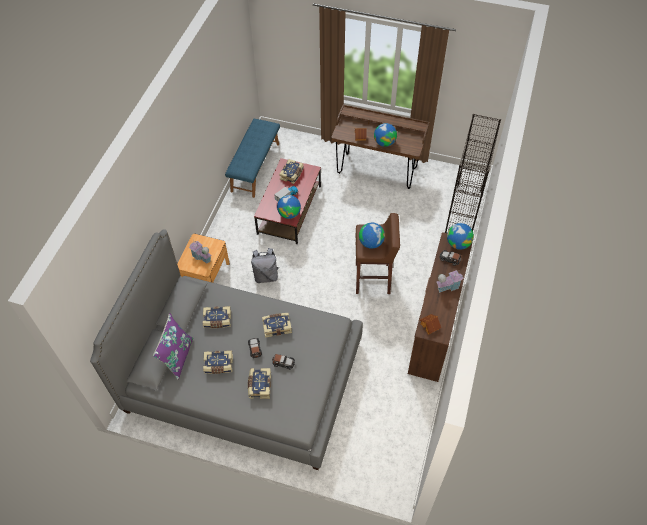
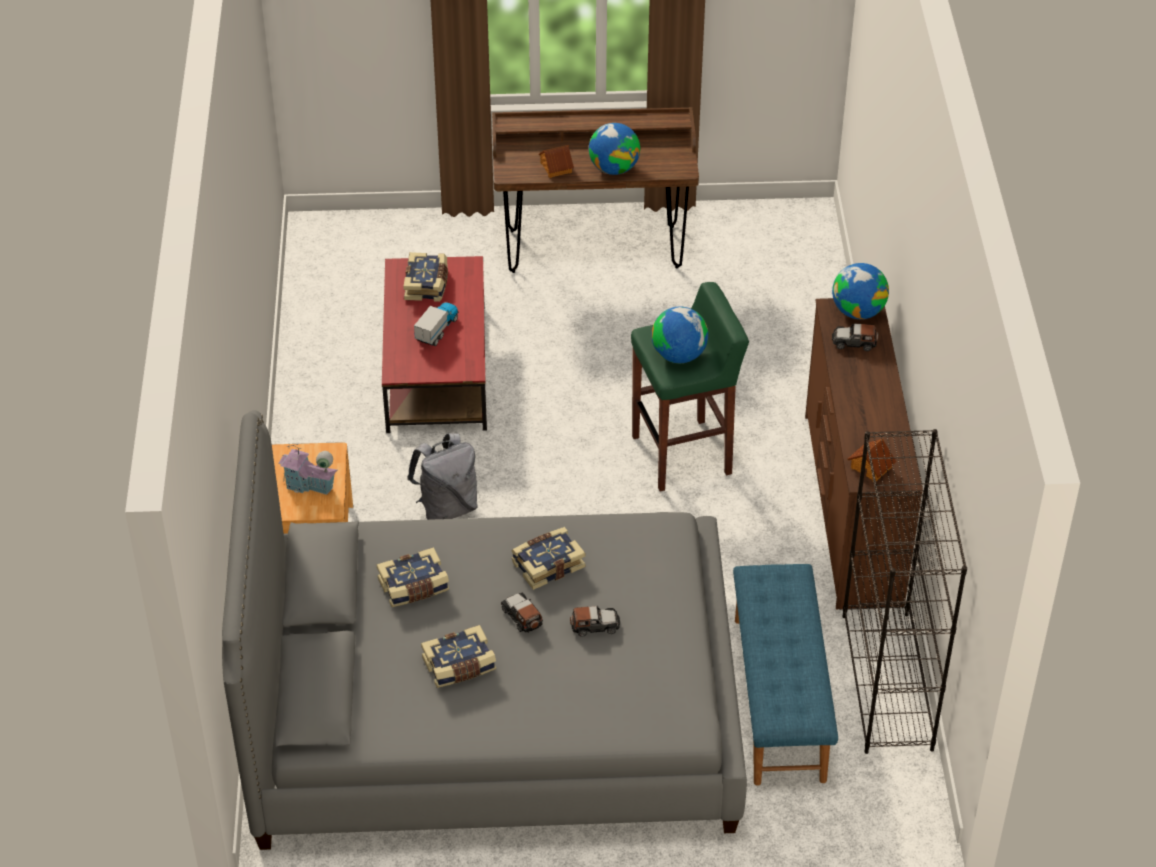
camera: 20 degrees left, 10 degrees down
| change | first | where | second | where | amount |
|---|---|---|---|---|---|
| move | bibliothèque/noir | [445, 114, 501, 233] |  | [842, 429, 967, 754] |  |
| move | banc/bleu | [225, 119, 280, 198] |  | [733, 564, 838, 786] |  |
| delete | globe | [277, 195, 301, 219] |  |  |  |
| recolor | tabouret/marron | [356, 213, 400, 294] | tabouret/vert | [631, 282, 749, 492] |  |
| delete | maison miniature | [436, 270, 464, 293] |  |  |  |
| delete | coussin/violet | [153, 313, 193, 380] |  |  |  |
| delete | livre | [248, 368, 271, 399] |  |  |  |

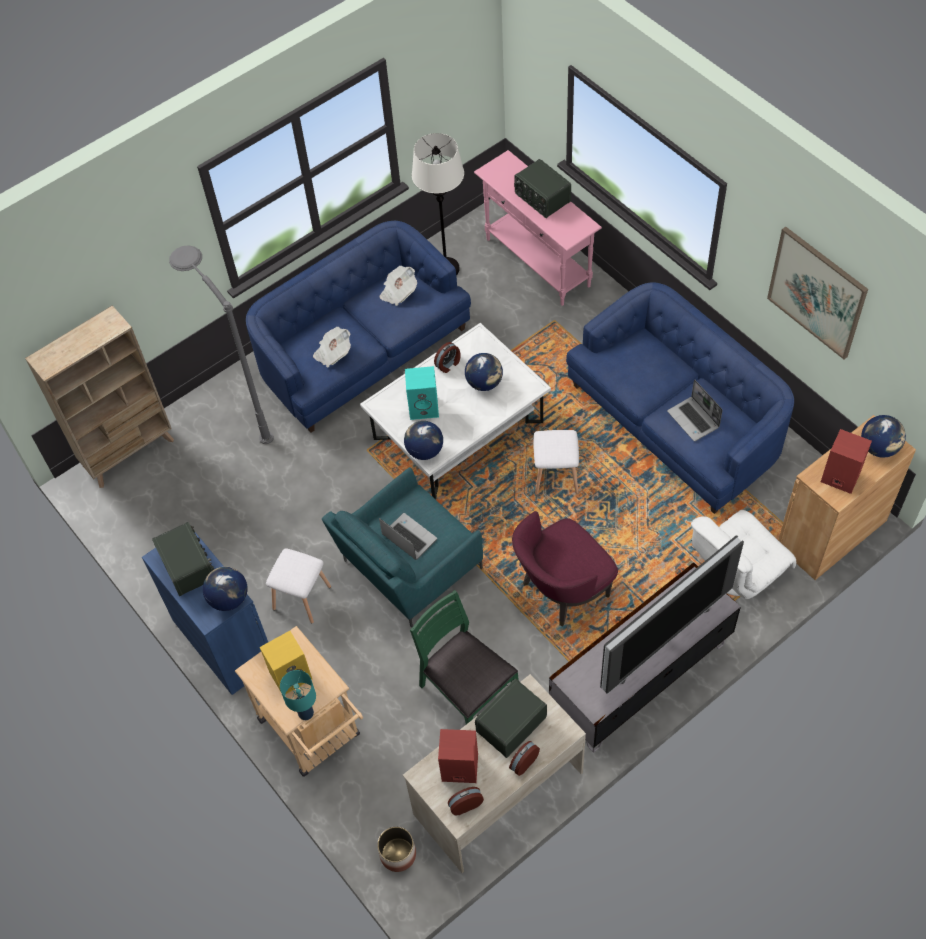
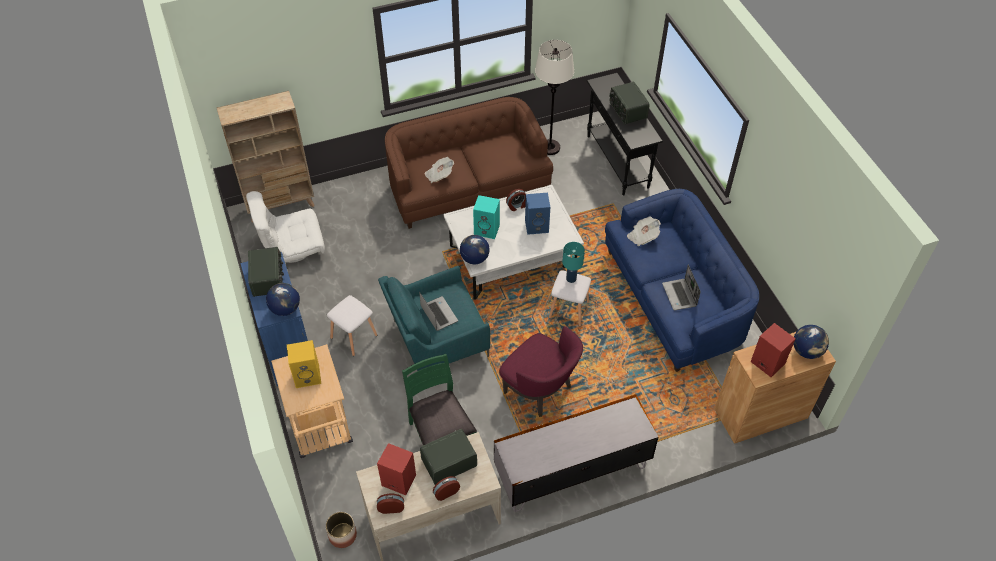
camera: 15 degrees right, 5 degrees down
| change | first | where | second | where | amount |
|---|---|---|---|---|---|
| recolor | table console/rose | [474, 150, 602, 306] | table console/noir | [587, 73, 663, 196] |  |
| recolor | canapé/bleu | [246, 221, 471, 433] | canapé/marron | [385, 97, 553, 229] |  |
| delete | tableau | [767, 227, 868, 359] |  |  |  |
| delete | lampadaire/gris | [169, 245, 274, 444] |  |  |  |
| move | journal | [379, 266, 417, 306] |  | [627, 217, 661, 246] |  |
| replace | globe | [465, 353, 503, 391] | enceinte/bleu | [525, 193, 550, 235] |  |
| move | fauteuil/blanc | [691, 510, 796, 599] |  | [246, 191, 325, 263] |  |
| rotate | fauteuil/violet | [512, 511, 618, 626] |  | [499, 326, 583, 417] | 120 degrees counterclockwise |
| delete | téléviseur | [600, 535, 744, 694] |  |  |  |
| move | lampe de table/turquoise | [280, 670, 316, 720] |  | [562, 242, 585, 283] |  |

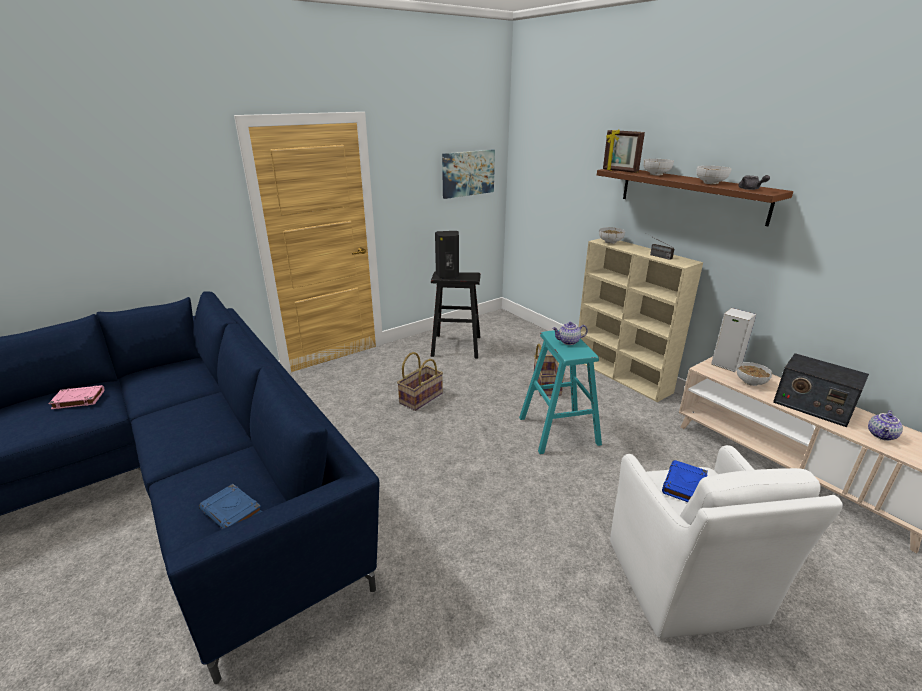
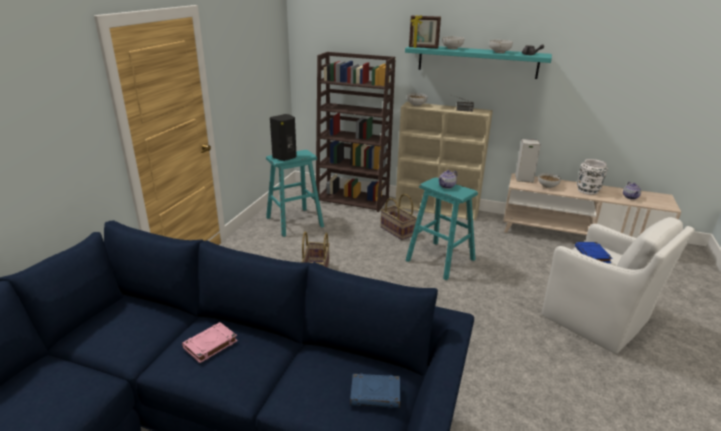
camera: 35 degrees left, 0 degrees up
| change | first | where | second | where | amount |
|---|---|---|---|---|---|
| delete | tableau | [442, 149, 495, 199] |  |  |  |
| recolor | étagère/marron | [597, 169, 793, 226] | étagère/turquoise | [405, 46, 552, 79] |  |
| recolor | tabouret/noir | [431, 272, 481, 358] | tabouret/turquoise | [266, 150, 324, 237] |  |
| replace | radio | [773, 353, 869, 427] | vase/blanc | [577, 159, 608, 195] |  |
| move | livre/rose | [48, 385, 105, 409] |  | [182, 322, 238, 363] |  |
| insert |  |  | bibliothèque/marron | [316, 52, 396, 212] |  |

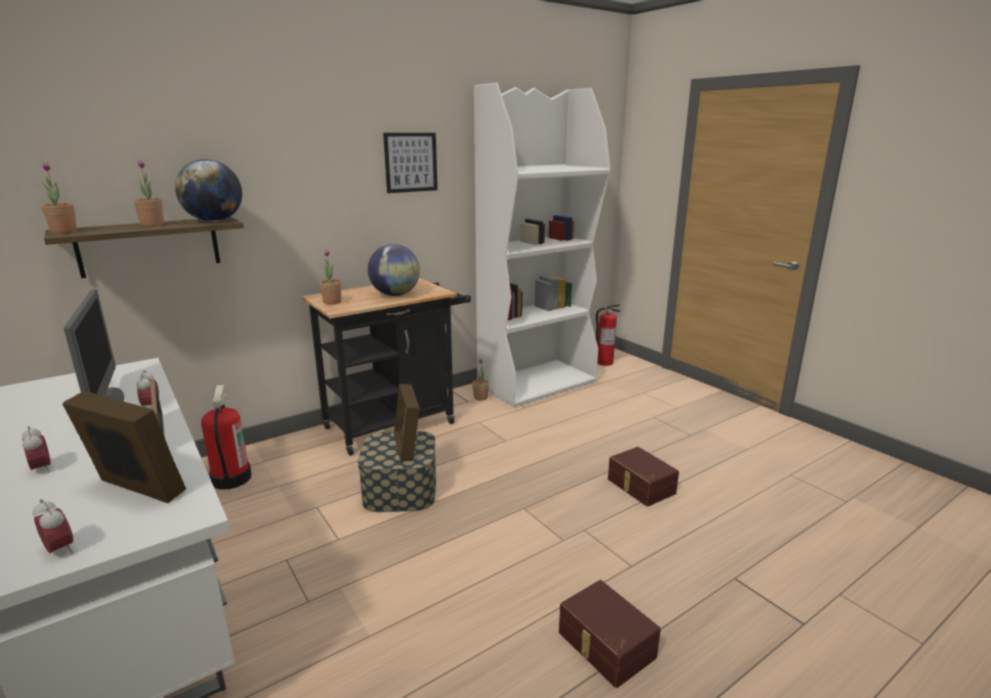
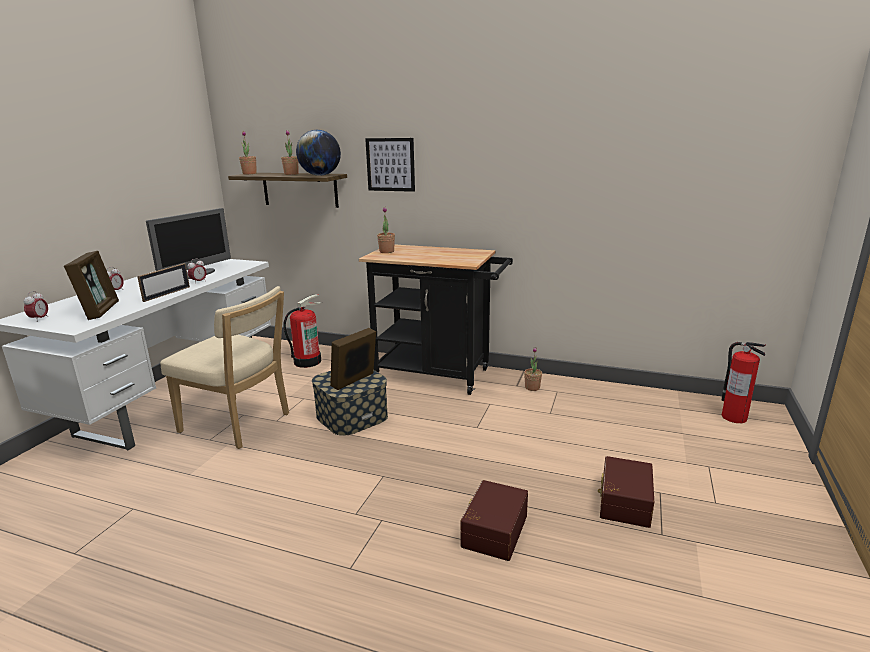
camera: 55 degrees right, 0 degrees up
| change | first | where | second | where | amount |
|---|---|---|---|---|---|
| delete | bibliothèque/blanc | [474, 83, 610, 407] |  |  |  |
| move | tableau | [383, 133, 438, 193] |  | [365, 138, 415, 192] |  |
| delete | globe | [368, 244, 420, 296] |  |  |  |
| move | boîte de rangement/marron | [559, 580, 661, 688] |  | [598, 456, 654, 528] |  |
| insert |  |  | chaise/beige | [160, 286, 289, 449] |  |

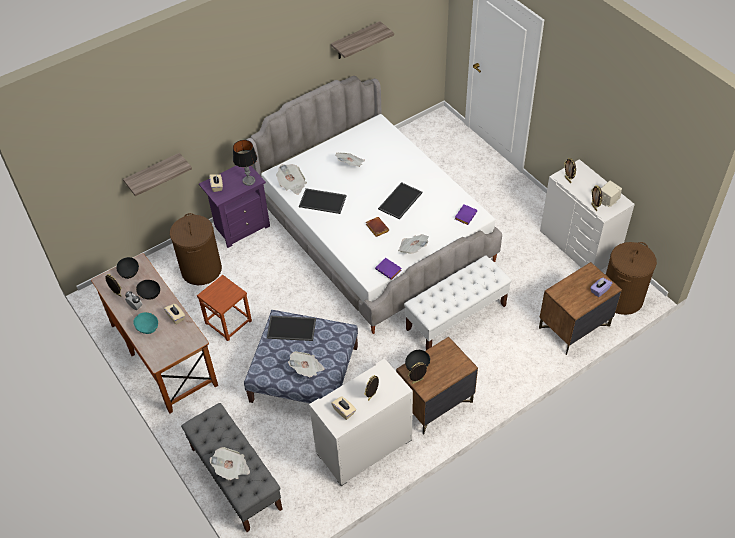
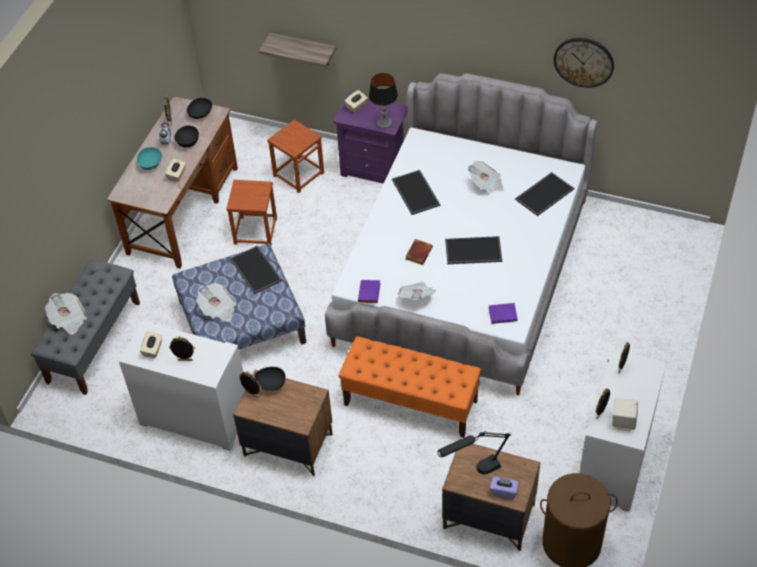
camera: 55 degrees right, 0 degrees up
| change | first | where | second | where | amount |
|---|---|---|---|---|---|
| replace | étagère | [331, 21, 394, 59] | horloge murale | [554, 38, 614, 88] |  |
| delete | journal | [276, 164, 307, 195] |  |  |  |
| replace | panier à linge/marron | [170, 213, 222, 285] | tabouret/marron | [267, 119, 324, 193] |  |
| recolor | banc/blanc | [404, 255, 512, 350] | banc/orange | [339, 336, 481, 438] |  |
| insert |  |  | plateau | [515, 172, 574, 216] |  |
| insert |  |  | lampe de table/noir | [437, 431, 511, 474] |  |

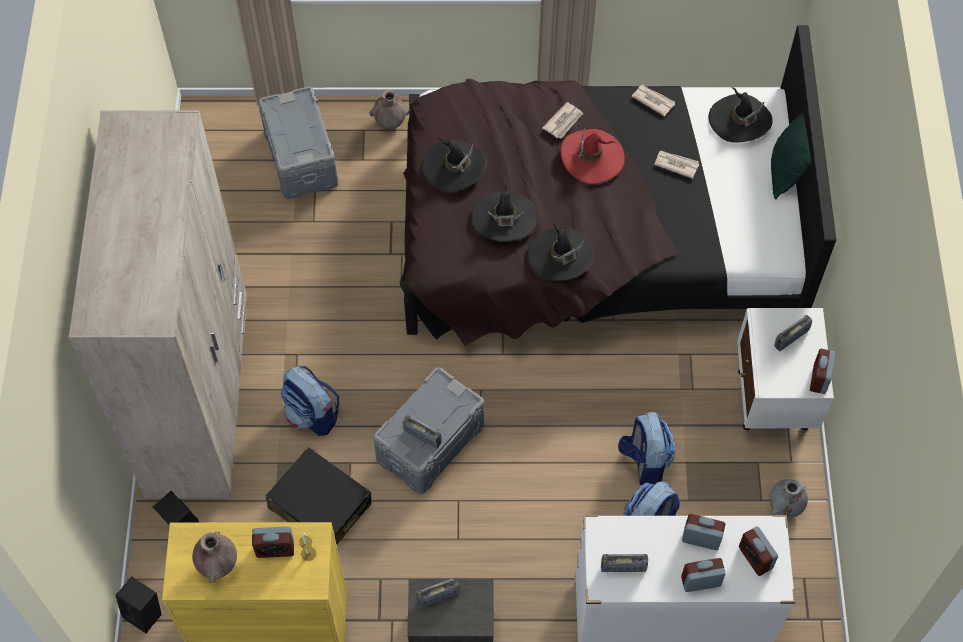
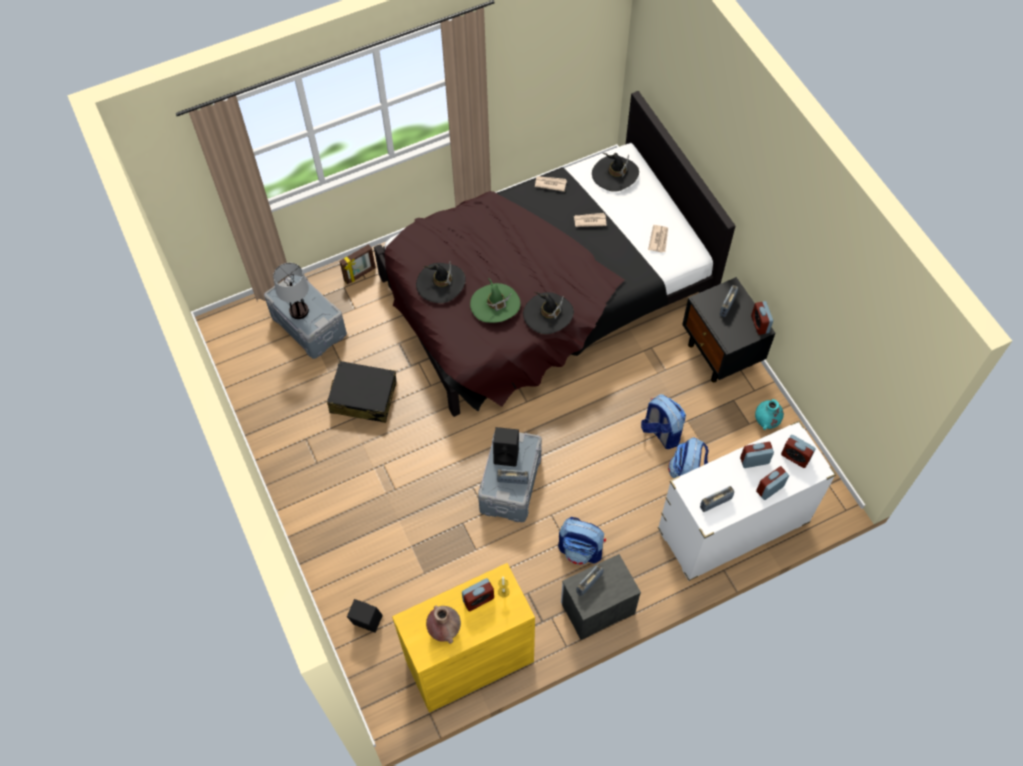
camera: 25 degrees left, 0 degrees up
| change | first | where | second | where | amount |
|---|---|---|---|---|---|
| replace | vase/marron | [369, 90, 409, 129] | cadre photo | [340, 244, 376, 284] |  |
| move | journal | [542, 102, 583, 139] |  | [648, 225, 668, 253] |  |
| delete | armoire/beige | [68, 110, 247, 498] |  |  |  |
| delete | coussin/vert | [771, 113, 812, 199] |  |  |  |
| delete | chapeau/rouge | [560, 128, 625, 184] |  |  |  |
| recolor | chapeau/noir | [471, 184, 537, 242] | chapeau/vert | [470, 278, 521, 323] |  |
| recolor | table de chevet/blanc | [737, 308, 834, 430] | table de chevet/noir | [682, 277, 776, 382] |  |
| move | sac à dos | [281, 366, 339, 436] |  | [558, 517, 606, 565] |  |
| move | valise/noir | [265, 447, 372, 544] |  | [327, 361, 397, 423] |  |
| recolor | vase/gris | [769, 479, 808, 518] | vase/turquoise | [755, 399, 784, 430] |  |
| move | enceinte/noir | [115, 577, 162, 633] |  | [493, 427, 519, 467] |  |
| insert |  |  | lampe de table | [273, 263, 309, 319] |  |

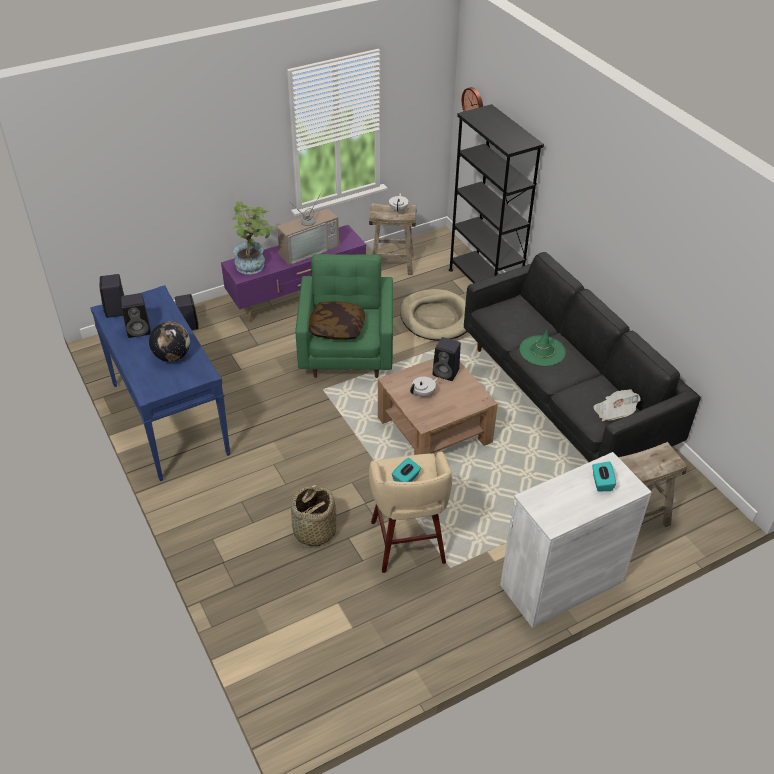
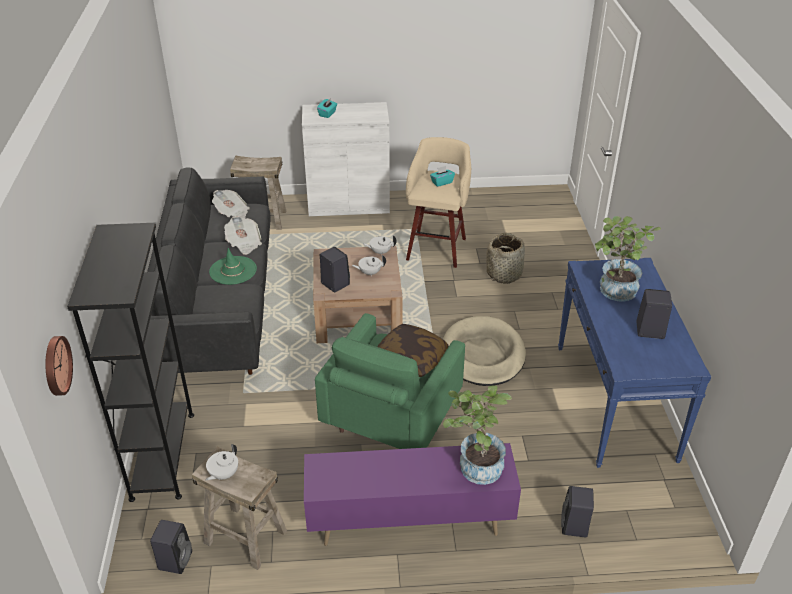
camera: 155 degrees left, 5 degrees down
| change | first | where | second | where | amount |
|---|---|---|---|---|---|
| delete | téléviseur | [277, 190, 339, 265] |  |  |  |
| move | enceinte/noir | [99, 274, 124, 318] |  | [150, 520, 192, 574] |  |
| move | panier pour chien/beige | [400, 289, 467, 341] |  | [443, 316, 526, 386] |  |
| replace | globe | [149, 322, 190, 362] | plante en pot | [595, 216, 661, 302] |  |
| insert |  |  | journal | [224, 216, 262, 255] |  |
| insert |  |  | théière/blanc | [363, 235, 397, 255] |  |

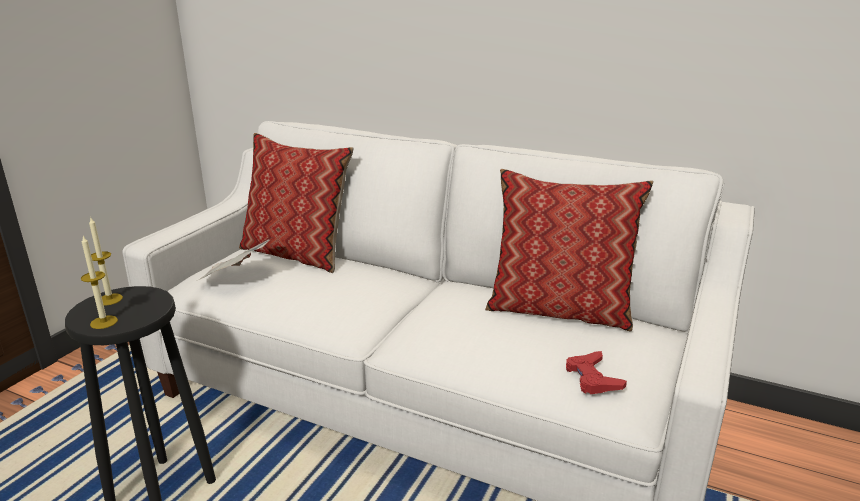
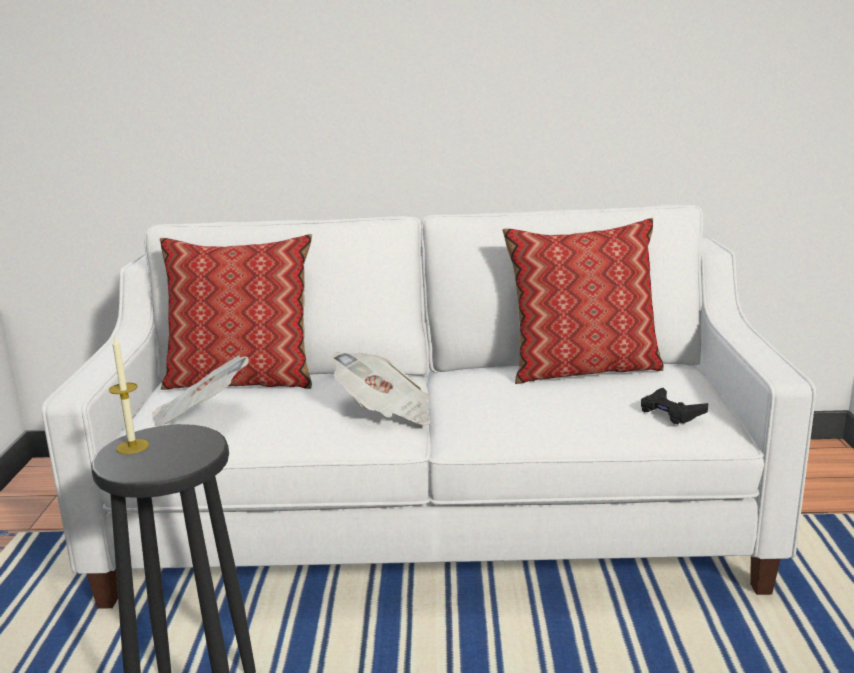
camera: 25 degrees left, 5 degrees down
| change | first | where | second | where | amount |
|---|---|---|---|---|---|
| delete | bougie | [81, 236, 118, 329] |  |  |  |
| recolor | manette/rouge | [566, 351, 627, 394] | manette/noir | [641, 388, 708, 424] |  |
| insert |  |  | journal | [332, 352, 431, 425] |  |

